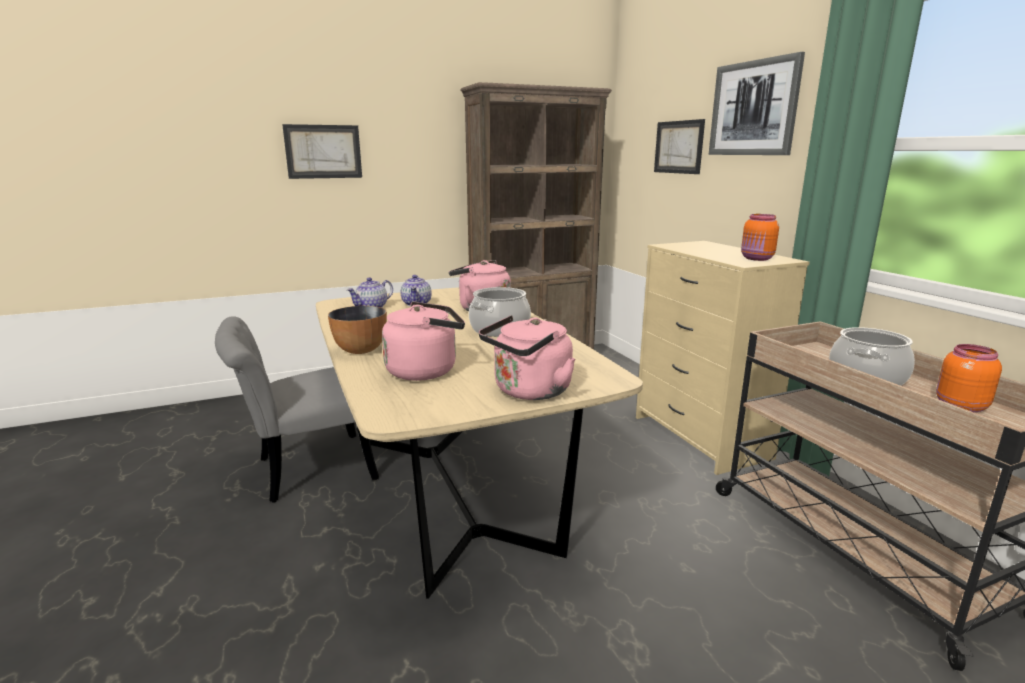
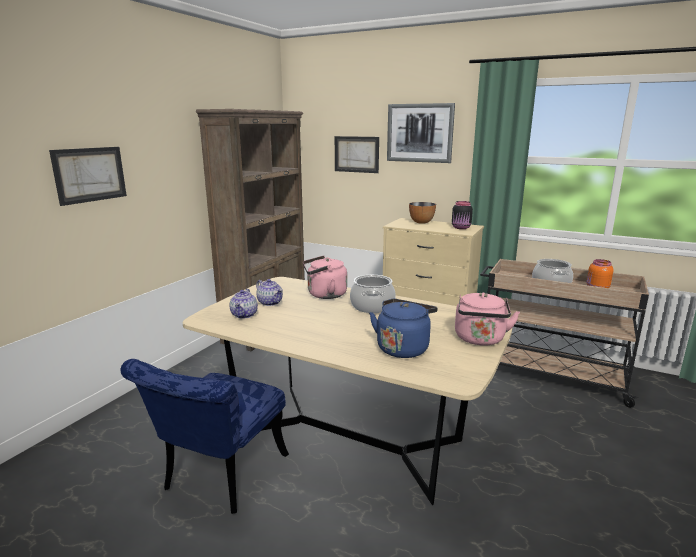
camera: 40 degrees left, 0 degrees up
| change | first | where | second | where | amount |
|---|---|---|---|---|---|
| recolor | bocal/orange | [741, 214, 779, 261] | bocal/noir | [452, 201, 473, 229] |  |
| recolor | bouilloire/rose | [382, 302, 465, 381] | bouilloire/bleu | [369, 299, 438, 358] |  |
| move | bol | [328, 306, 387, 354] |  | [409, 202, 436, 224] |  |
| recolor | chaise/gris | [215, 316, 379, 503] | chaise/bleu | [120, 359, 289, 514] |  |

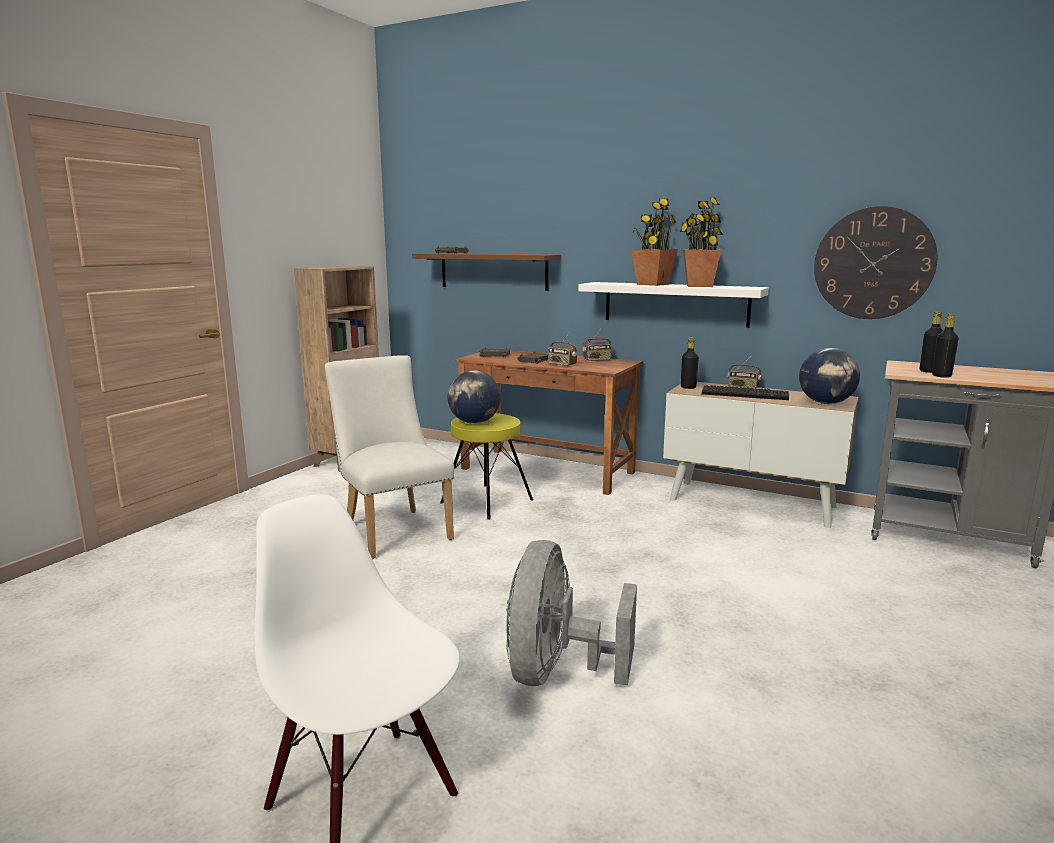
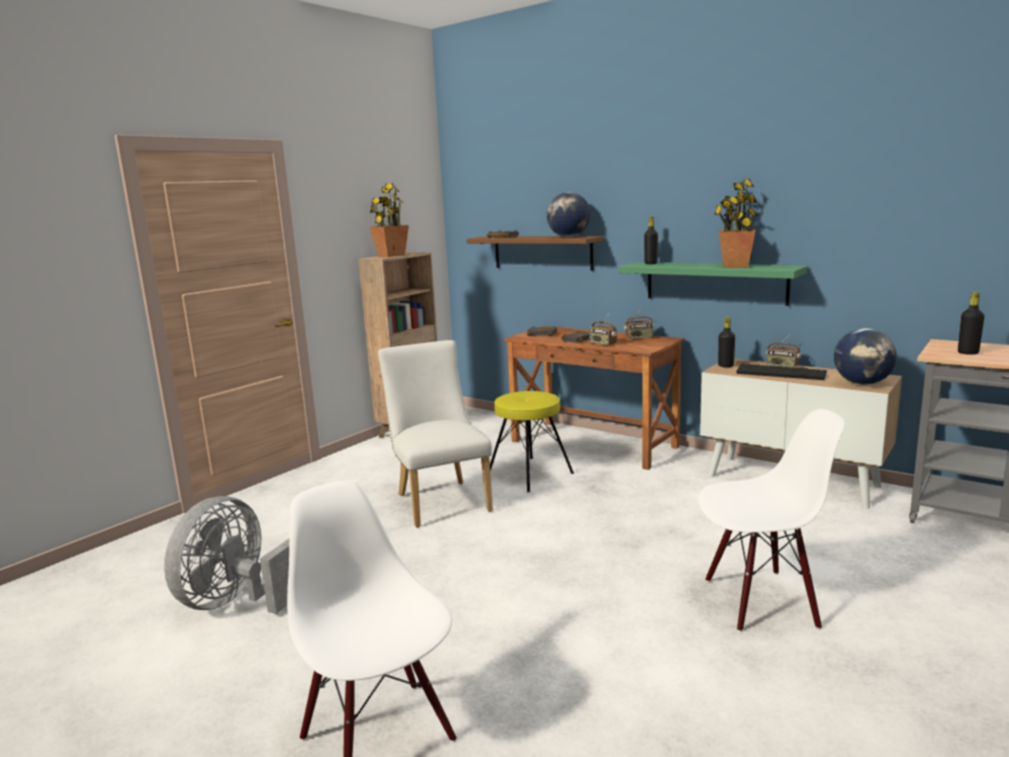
camera: 10 degrees right, 0 degrees up
| change | first | where | second | where | amount |
|---|---|---|---|---|---|
| move | plante en pot | [631, 198, 678, 286] |  | [370, 183, 409, 257] |  |
| delete | horloge murale | [814, 206, 937, 319] |  |  |  |
| recolor | étagère/blanc | [578, 282, 769, 328] | étagère/vert | [618, 262, 807, 306] |  |
| move | bouteille/noir | [932, 314, 958, 378] |  | [644, 216, 658, 264] |  |
| move | globe | [447, 370, 501, 424] |  | [547, 192, 591, 237] |  |
| move | ventilateur/gris | [506, 540, 637, 686] |  | [164, 496, 289, 614] |  |
| insert |  |  | chaise/blanc | [698, 409, 845, 632] |  |

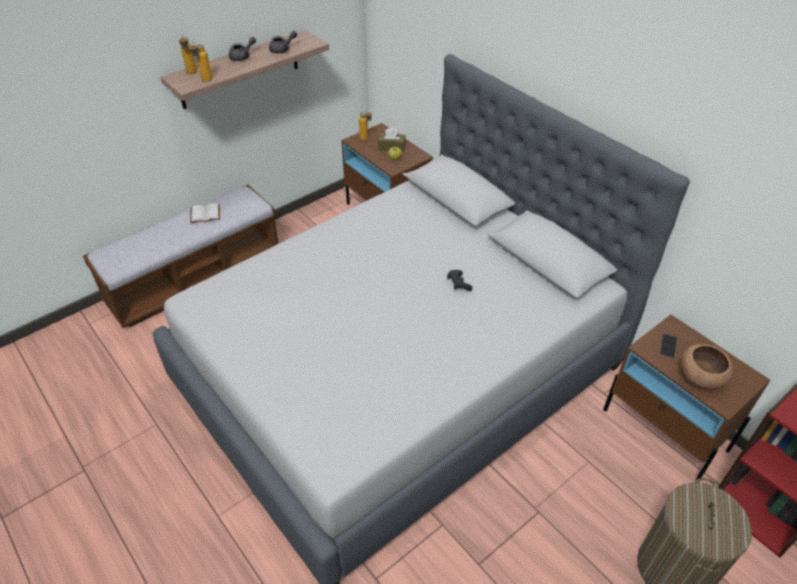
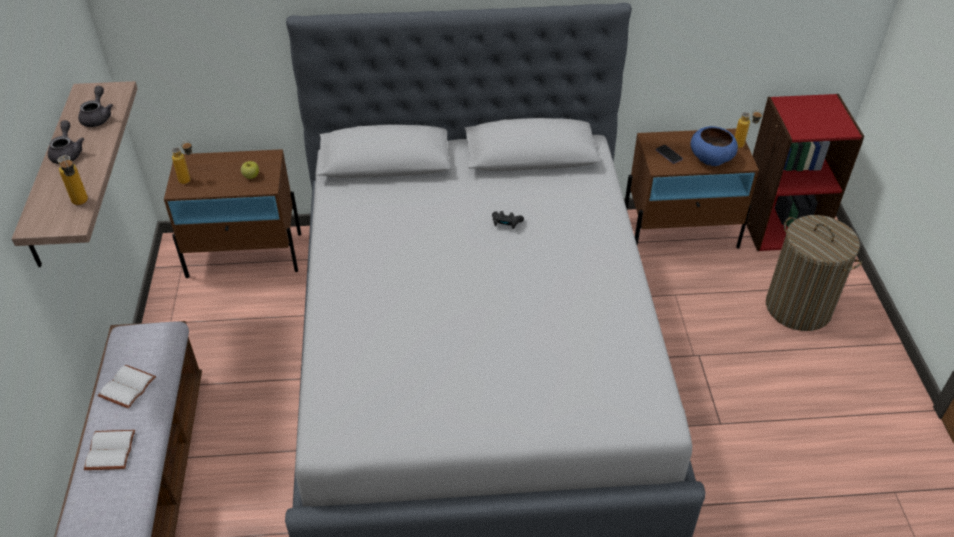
camera: 55 degrees left, 0 degrees up
| change | first | where | second | where | amount |
|---|---|---|---|---|---|
| move | bouteille | [179, 35, 197, 74] |  | [735, 110, 763, 148] |  |
| delete | boîte à mouchoirs/marron | [378, 127, 406, 152] |  |  |  |
| recolor | bol/marron | [680, 344, 733, 389] | bol/bleu | [691, 126, 738, 166] |  |
| insert |  |  | livre/blanc | [84, 430, 135, 470] |  |

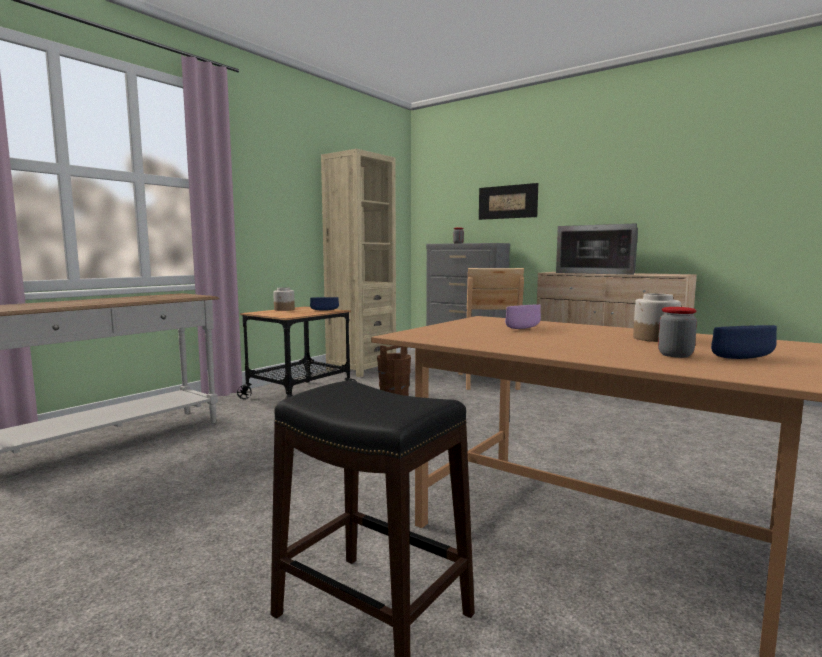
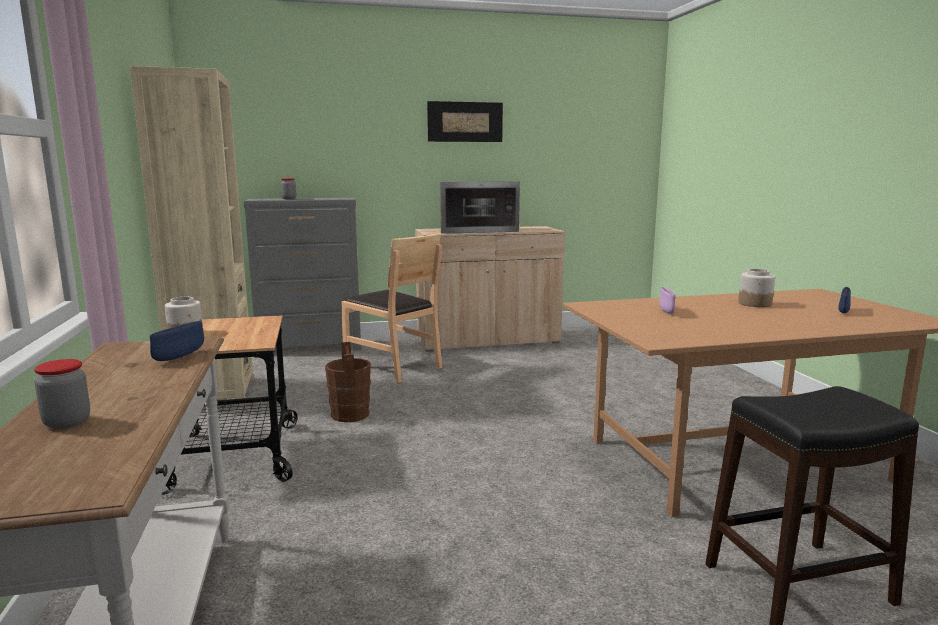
camera: 50 degrees left, 5 degrees up
| change | first | where | second | where | amount |
|---|---|---|---|---|---|
| move | tableau | [479, 183, 538, 220] |  | [427, 101, 503, 142] |  |
| move | bol/bleu | [310, 297, 339, 311] |  | [150, 321, 204, 361] |  |
| move | bocal | [658, 307, 697, 358] |  | [34, 359, 90, 429] |  |

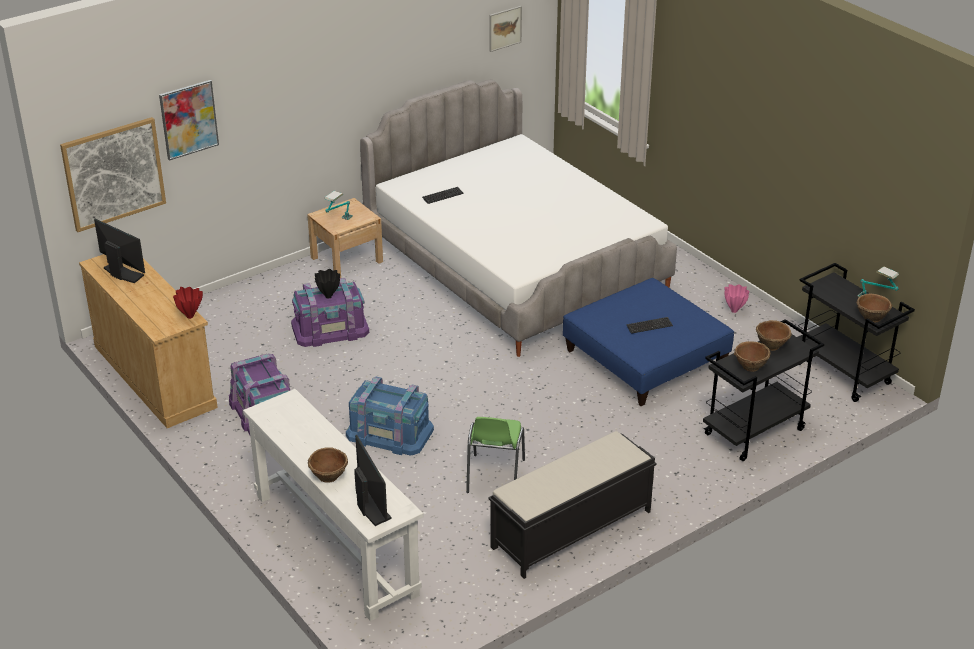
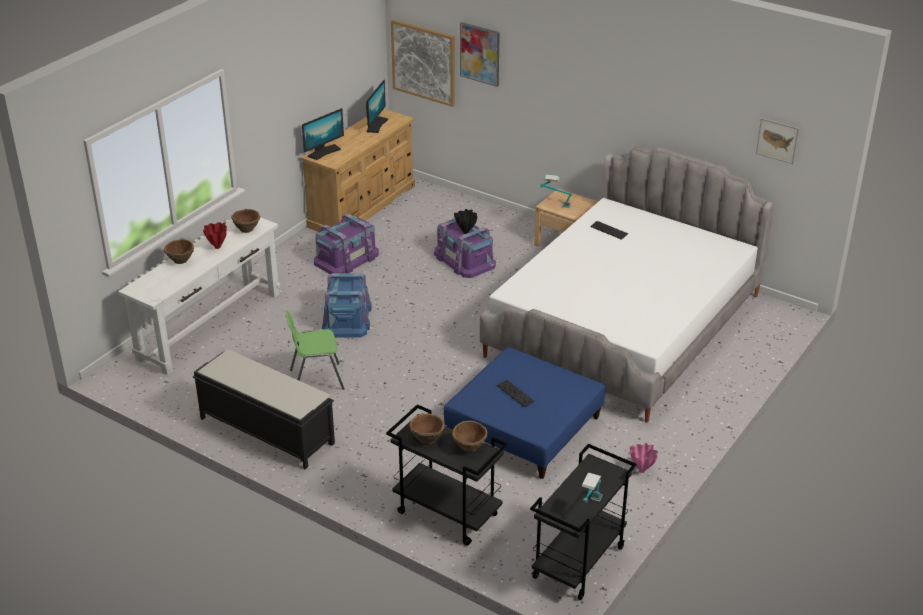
camera: 70 degrees right, 0 degrees up
| change | first | where | second | where | amount |
|---|---|---|---|---|---|
| move | vase/rouge | [173, 287, 203, 319] |  | [203, 222, 227, 249] |  |
| move | bol/marron | [856, 294, 892, 323] |  | [231, 209, 260, 233] |  |
| move | écran d'ordinateur | [355, 435, 392, 526] |  | [302, 108, 344, 160] |  |

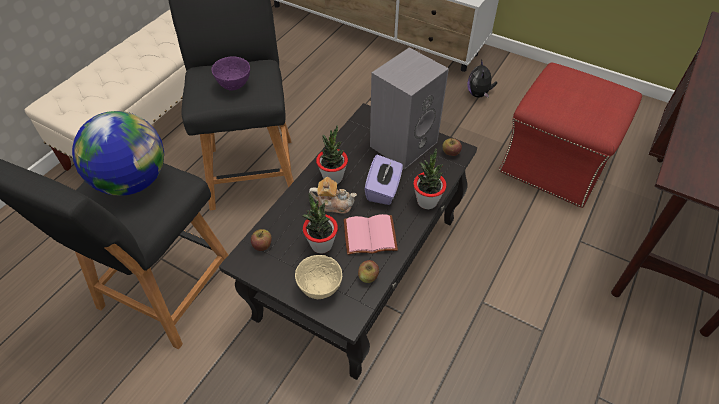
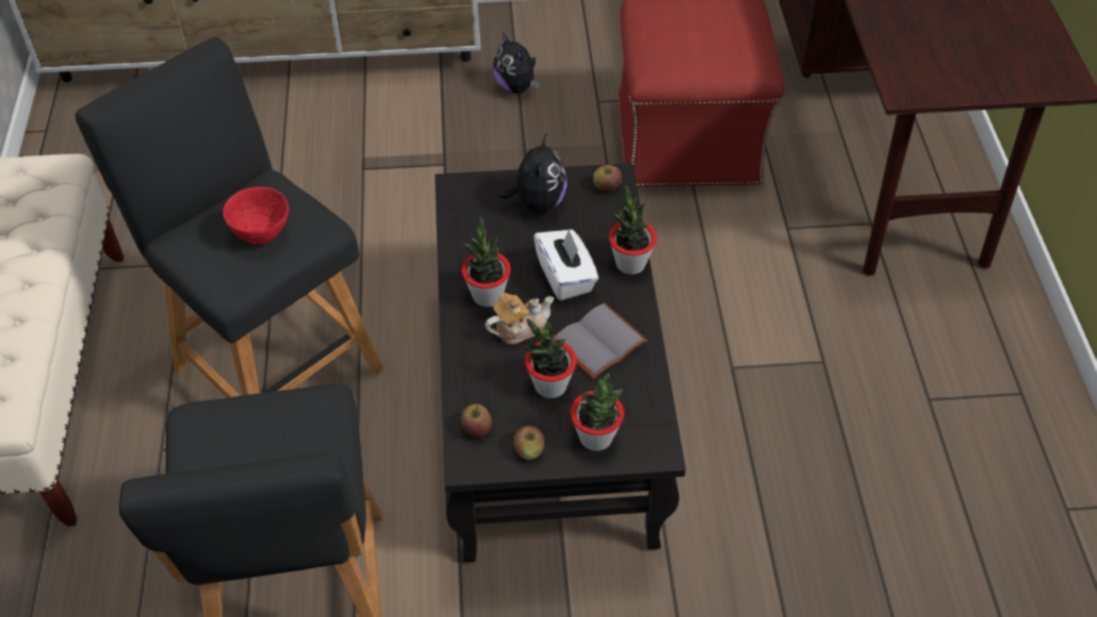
camera: 35 degrees left, 0 degrees up
| change | first | where | second | where | amount |
|---|---|---|---|---|---|
| replace | enceinte/gris | [370, 47, 449, 170] | peluche | [498, 133, 567, 213] |  |
| recolor | bol/violet | [211, 56, 250, 90] | bol/rouge | [223, 187, 289, 245] |  |
| delete | globe | [72, 111, 164, 196] |  |  |  |
| recolor | boîte à mouchoirs/violet | [364, 155, 403, 205] | boîte à mouchoirs/blanc | [534, 229, 599, 301] |  |
| recolor | livre/rose | [344, 214, 398, 255] | livre/gris | [554, 303, 648, 379] |  |
| replace | bol/beige | [295, 255, 342, 299] | plante en pot | [570, 373, 624, 451] |  |
| move | pomme | [358, 260, 379, 283] |  | [513, 426, 545, 460] |  |

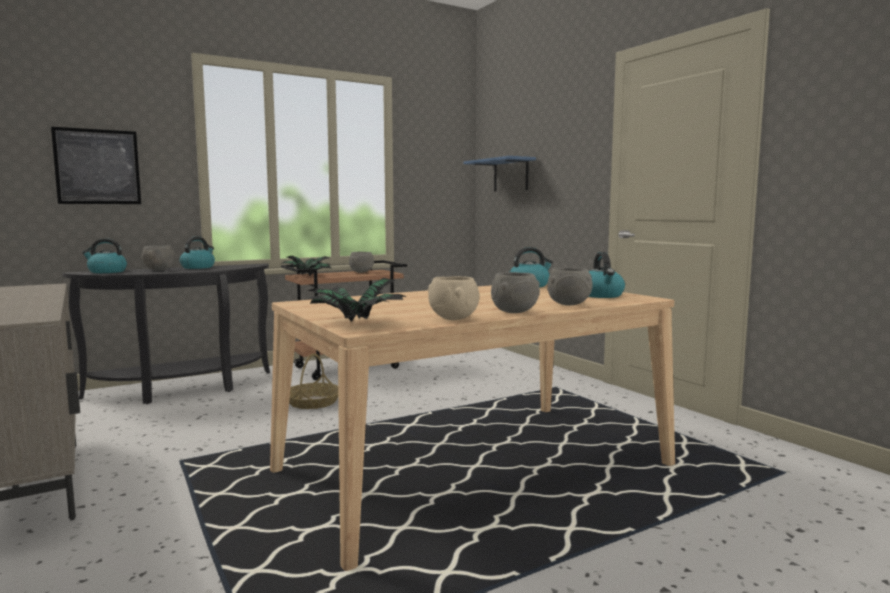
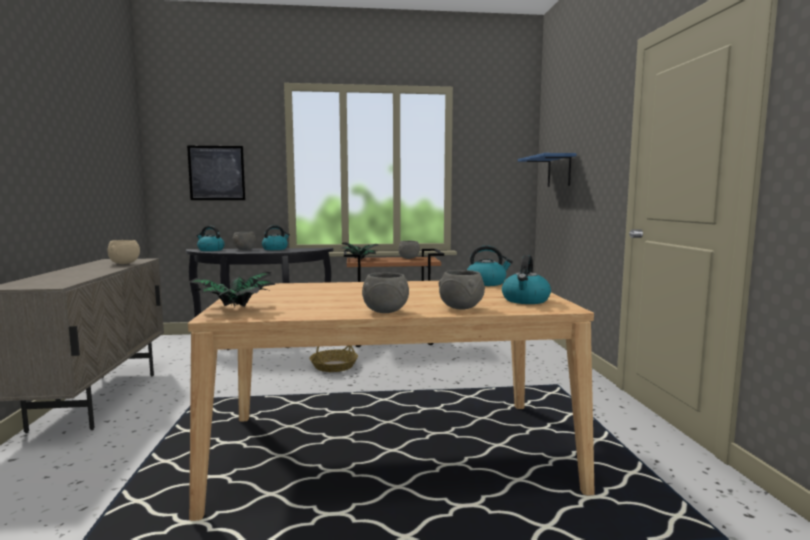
camera: 25 degrees right, 0 degrees up
| change | first | where | second | where | amount |
|---|---|---|---|---|---|
| move | bol/beige | [428, 276, 479, 320] |  | [108, 240, 140, 264] |  |

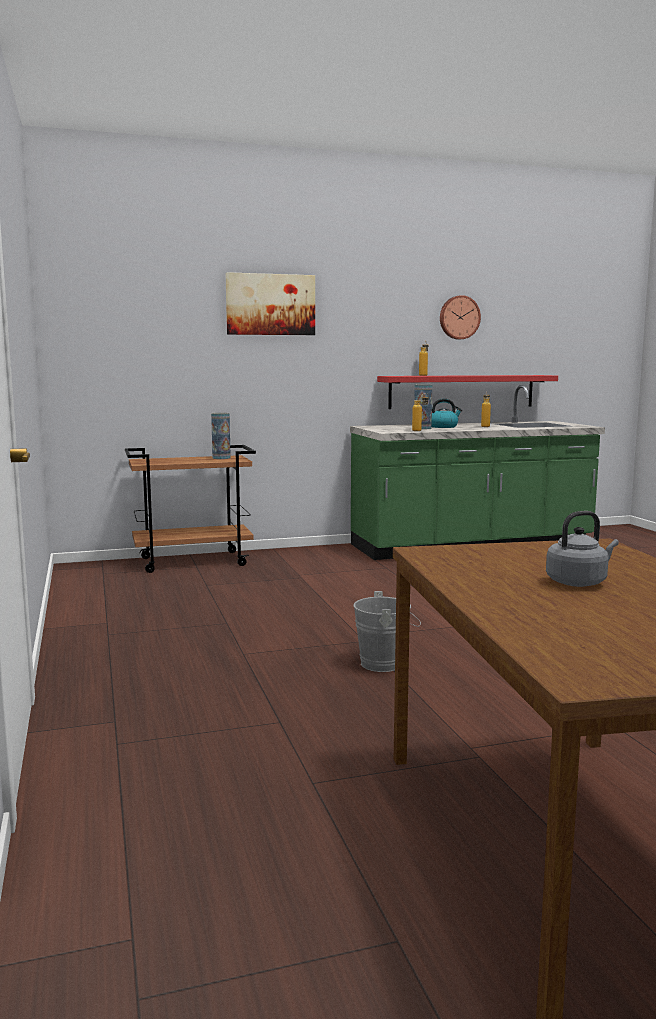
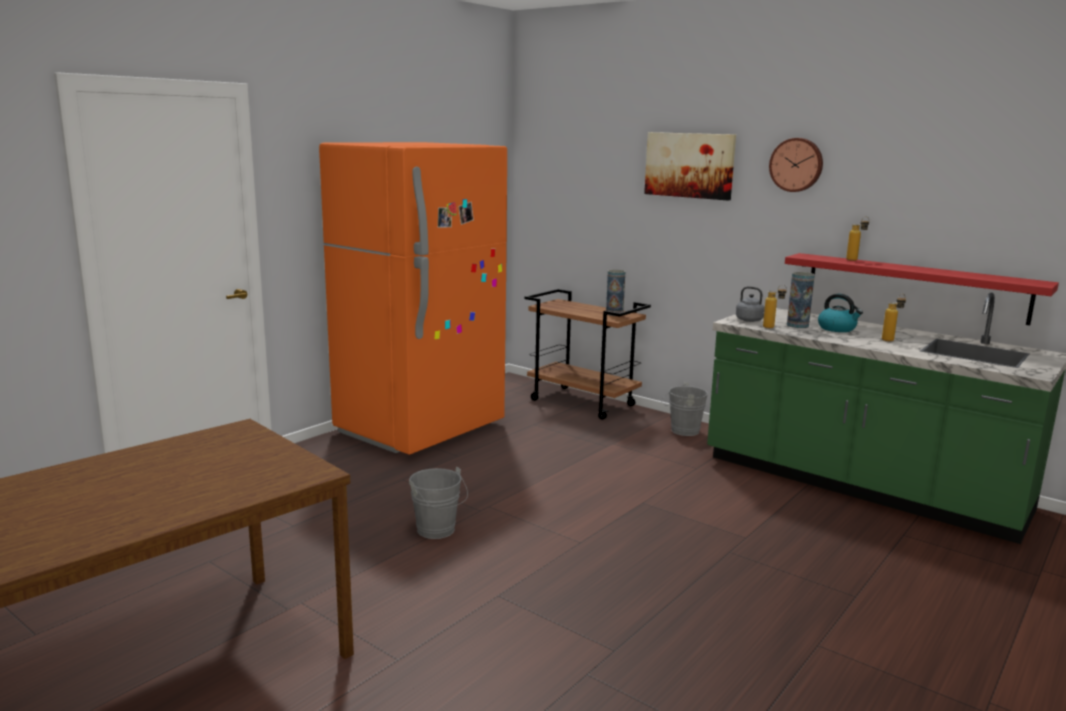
camera: 55 degrees right, 5 degrees up
| change | first | where | second | where | amount |
|---|---|---|---|---|---|
| move | horloge murale | [440, 295, 481, 339] |  | [769, 138, 823, 192] |  |
| move | bouilloire/gris | [546, 511, 619, 587] |  | [736, 286, 765, 322] |  |
| insert |  |  | réfrigérateur/orange | [319, 142, 507, 455] |  |
| insert |  |  | seau/gris | [661, 382, 708, 436] |  |

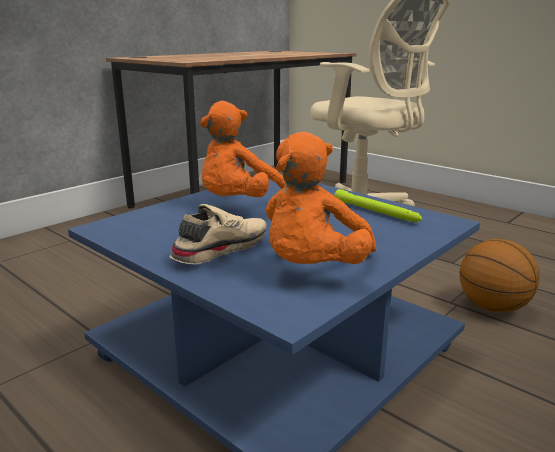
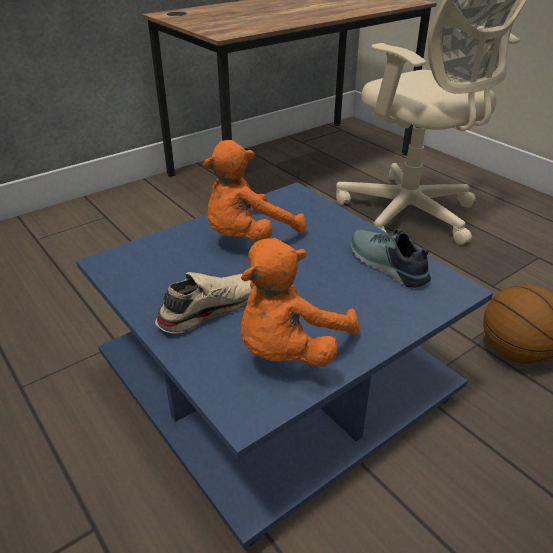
camera: 10 degrees right, 15 degrees up
| change | first | where | second | where | amount |
|---|---|---|---|---|---|
| replace | lampe de poche/vert | [334, 189, 422, 222] | chaussure | [351, 229, 431, 288] |  |

